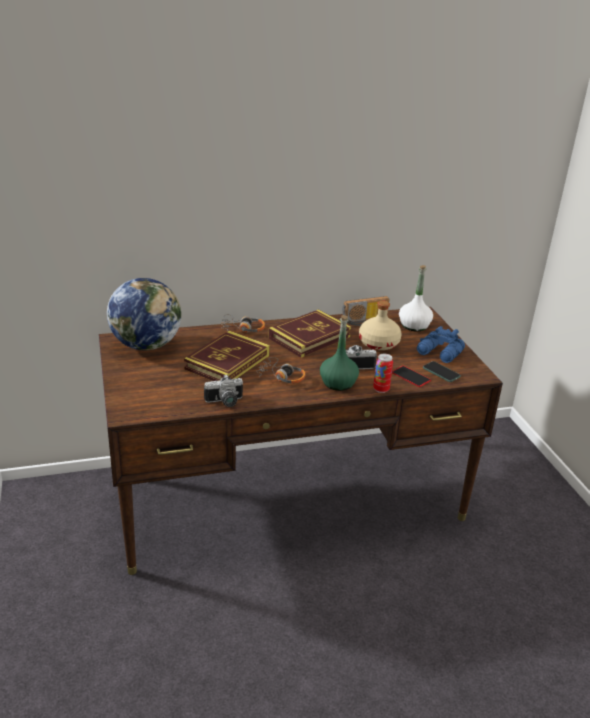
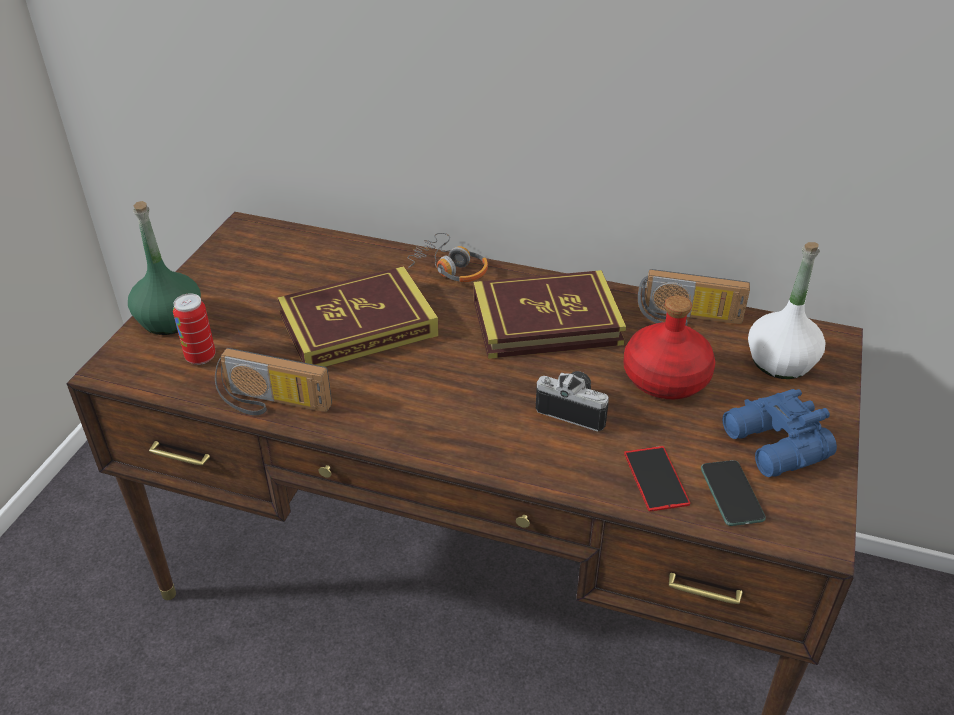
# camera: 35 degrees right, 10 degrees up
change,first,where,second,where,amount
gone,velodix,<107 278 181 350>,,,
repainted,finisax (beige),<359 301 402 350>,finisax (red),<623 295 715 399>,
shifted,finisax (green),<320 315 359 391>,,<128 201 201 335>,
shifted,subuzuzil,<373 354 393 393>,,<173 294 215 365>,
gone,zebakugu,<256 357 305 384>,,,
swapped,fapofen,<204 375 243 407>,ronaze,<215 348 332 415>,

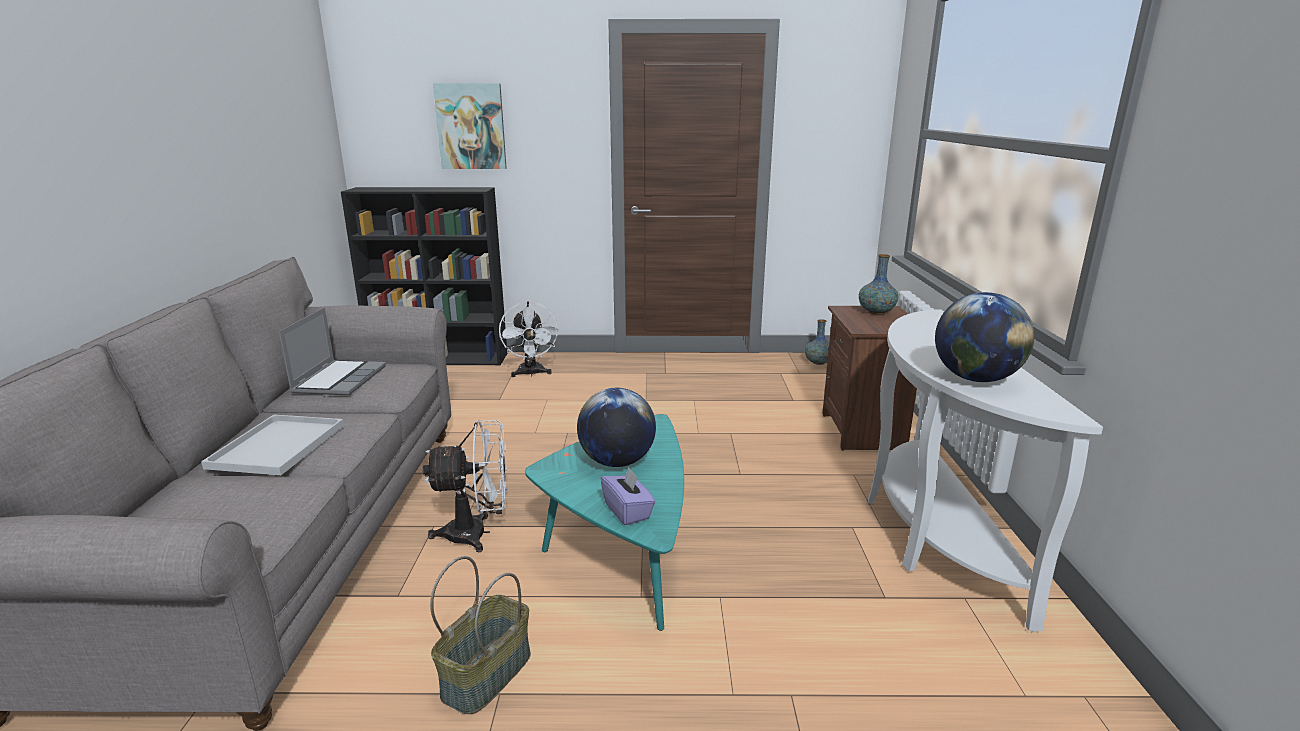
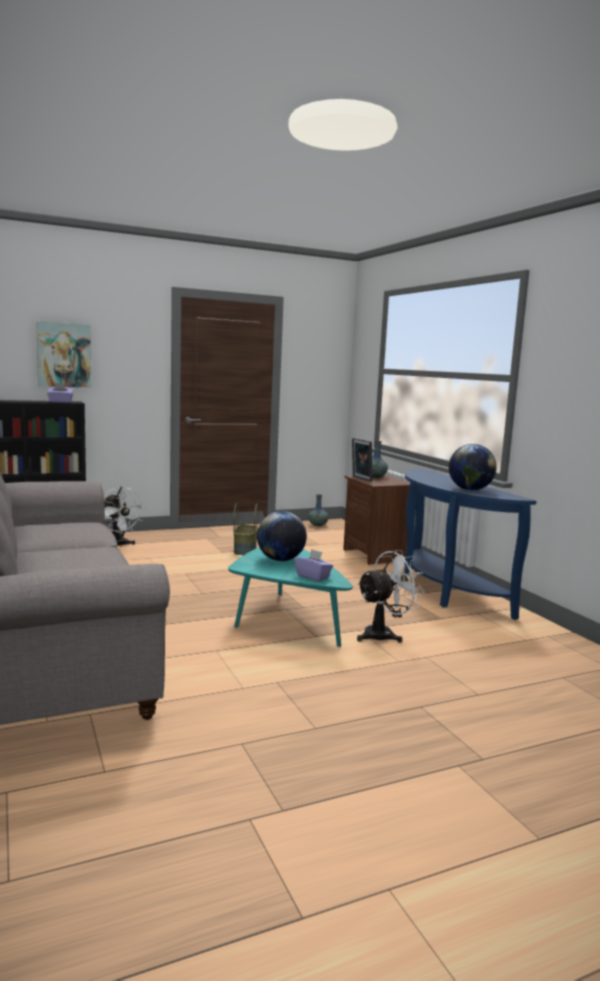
# camera: 25 degrees left, 10 degrees down
change,first,where,second,where,amount
gone,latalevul,<279 307 386 395>,,,
repainted,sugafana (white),<868 309 1103 632>,sugafana (blue),<403 468 537 620>,
gone,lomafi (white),<201 414 344 475>,,,
shifted,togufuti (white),<422 420 507 552>,,<357 550 425 643>,
shifted,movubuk,<430 556 531 714>,,<233 503 258 555>,
new,,,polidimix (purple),<47 383 74 403>,
new,,,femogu,<352 438 372 481>,

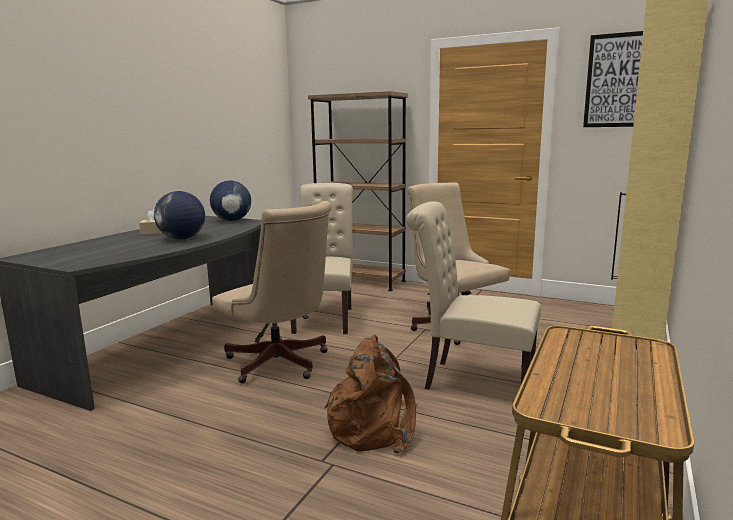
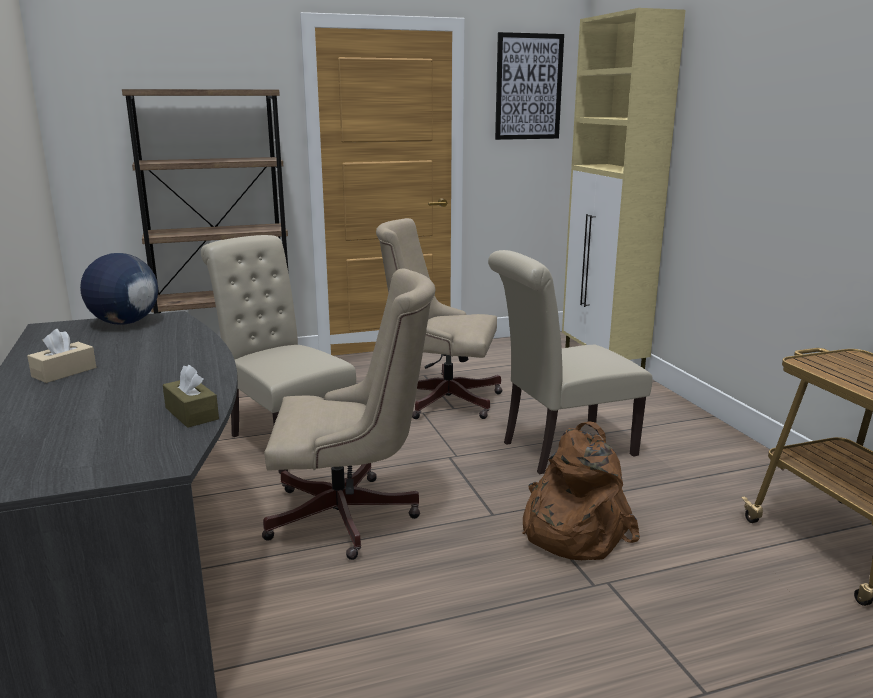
# camera: 45 degrees left, 5 degrees up
change,first,where,second,where,amount
gone,velodix,<154 191 205 240>,,,
new,,,polidimix (brown),<163 364 219 428>,

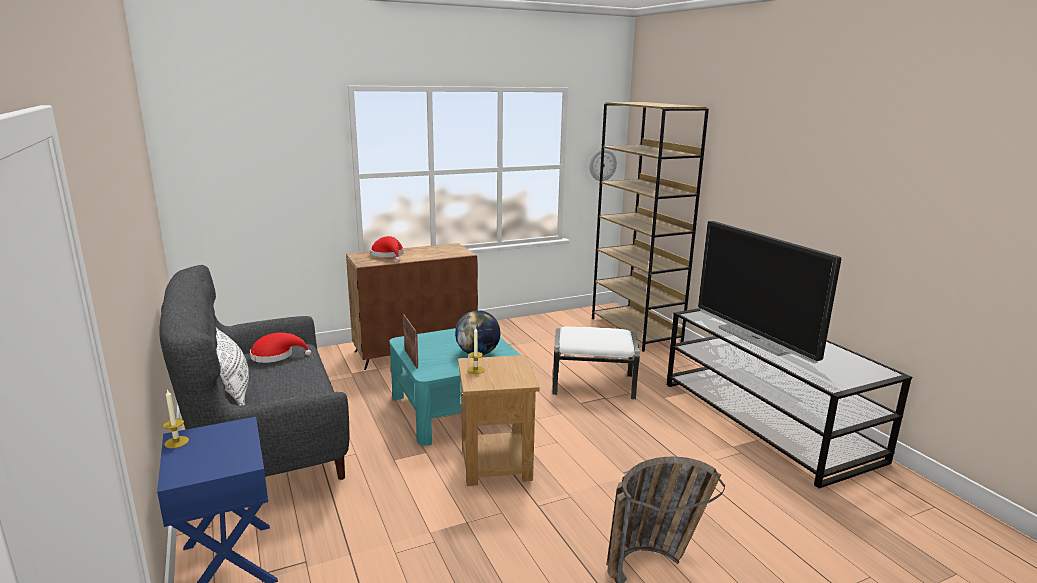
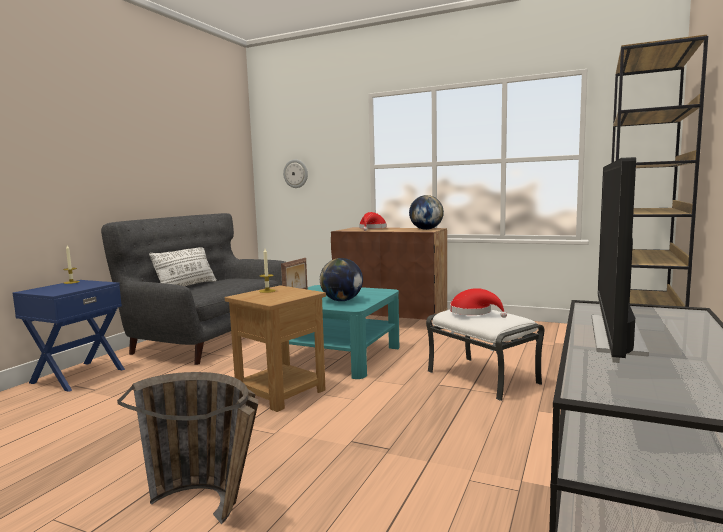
# camera: 50 degrees right, 10 degrees down
change,first,where,second,where,amount
shifted,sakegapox,<590 149 617 181>,,<283 159 308 188>,
shifted,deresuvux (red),<250 332 311 363>,,<450 288 507 318>,
new,,,velodix,<409 195 444 230>,

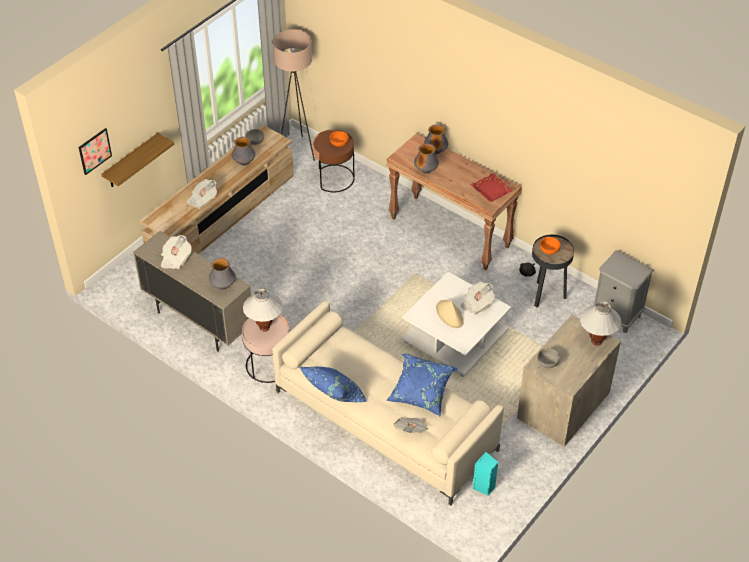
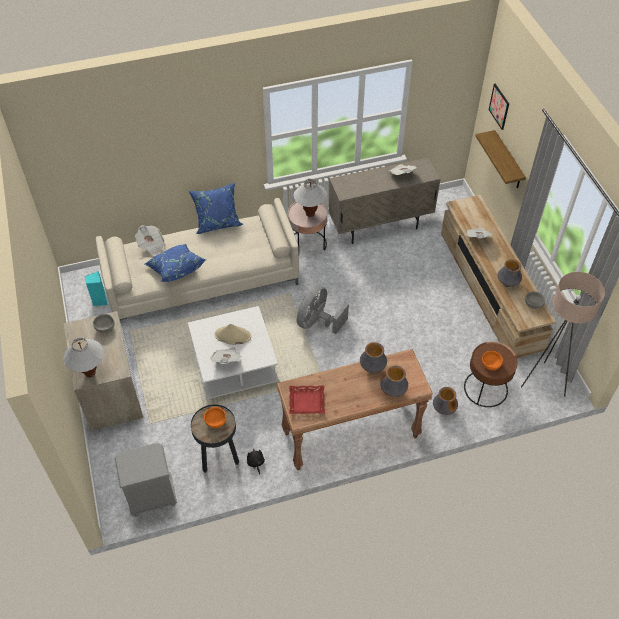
# camera: 125 degrees right, 5 degrees up
change,first,where,second,where,amount
shifted,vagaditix,<209 258 236 290>,,<433 387 458 415>,
new,,,togufuti (grey),<297 285 349 334>,

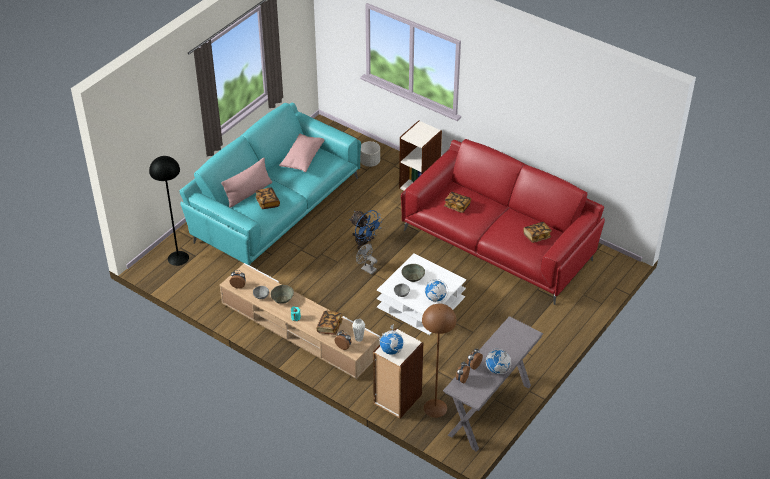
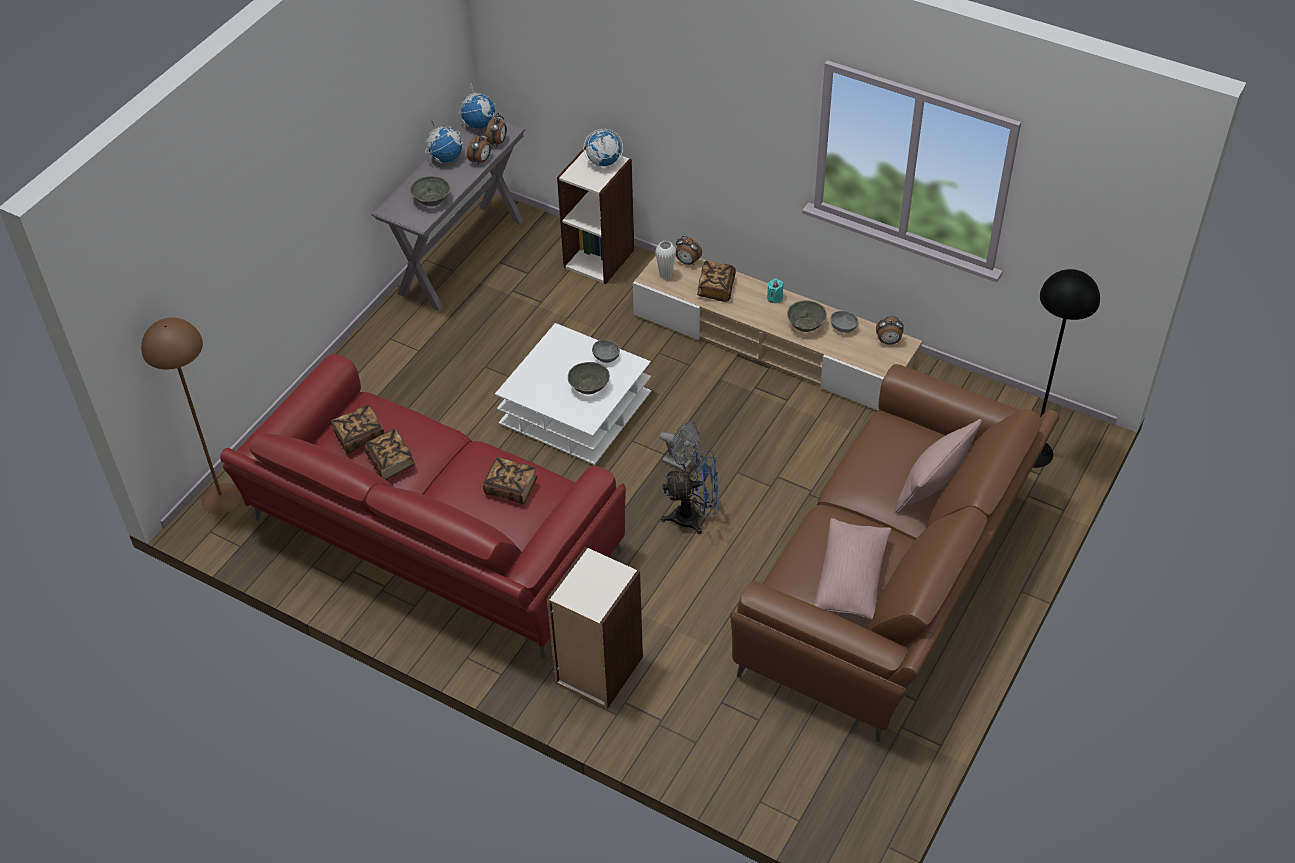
# camera: 175 degrees right, 5 degrees up
change,first,where,second,where,amount
repainted,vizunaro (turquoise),<179 102 361 265>,vizunaro (brown),<730 364 1059 742>,
gone,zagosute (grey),<360 141 380 167>,,,
shifted,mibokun,<255 187 280 209>,,<364 429 415 480>,
rotated,togufuti (blue),<349 210 383 249>,,<661 451 720 534>,135 degrees clockwise
shifted,velodix,<425 279 448 303>,,<458 83 496 129>,
shifted,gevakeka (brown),<422 304 457 418>,,<141 318 242 514>,
new,,,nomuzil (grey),<410 176 450 206>,

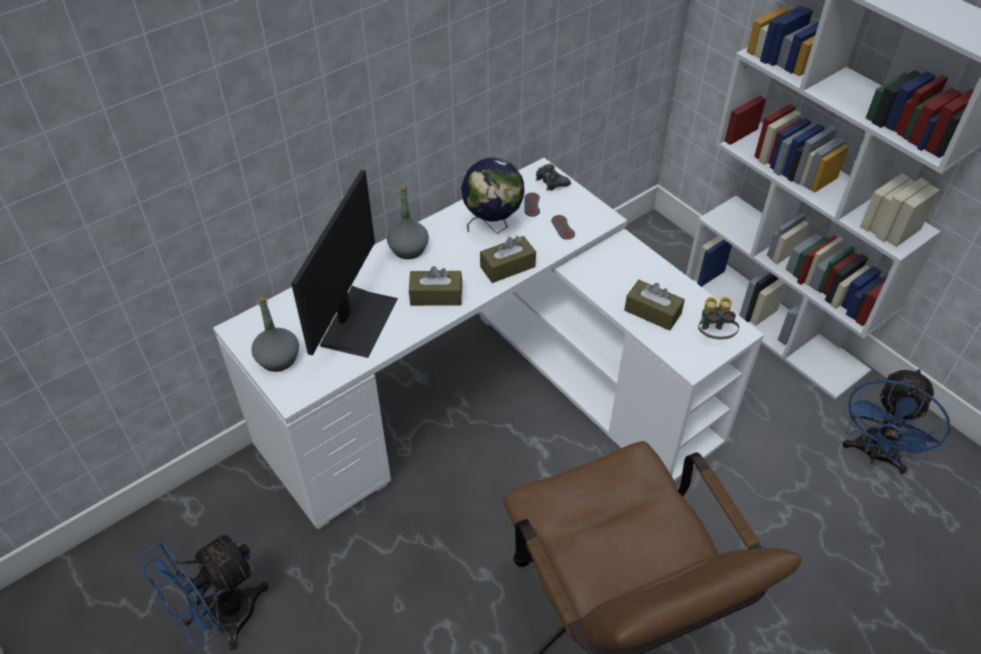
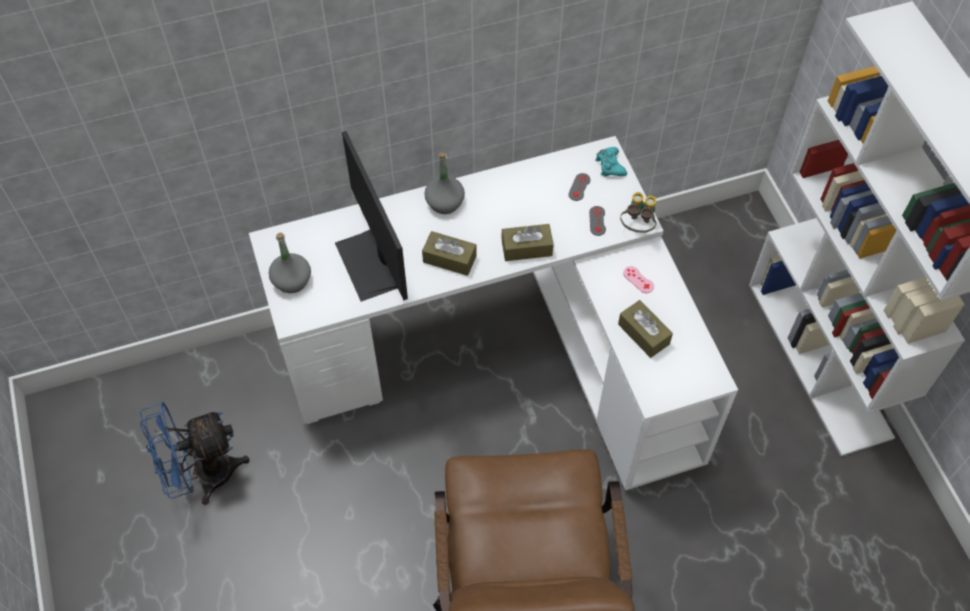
# camera: 20 degrees right, 10 degrees up
change,first,where,second,where,amount
gone,velodix,<461 158 524 234>,,,
repainted,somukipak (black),<536 164 571 191>,somukipak (turquoise),<595 147 627 176>,
rotated,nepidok,<291 170 398 358>,,<335 131 408 302>,120 degrees clockwise
shifted,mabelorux,<698 297 739 339>,,<620 192 656 233>,
gone,togufuti (blue),<842 369 951 474>,,,
new,,,somukipak (pink),<623 266 654 293>,

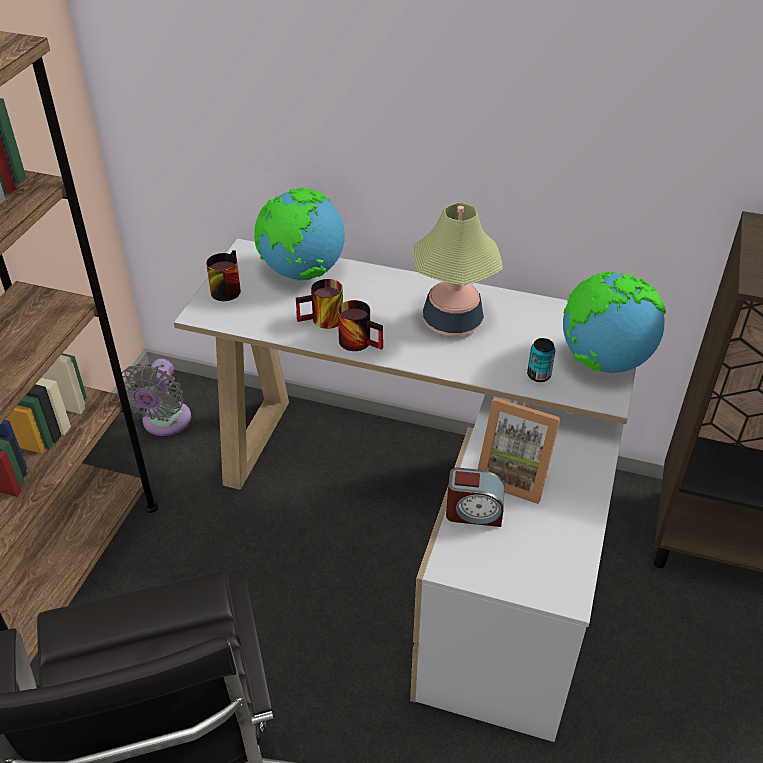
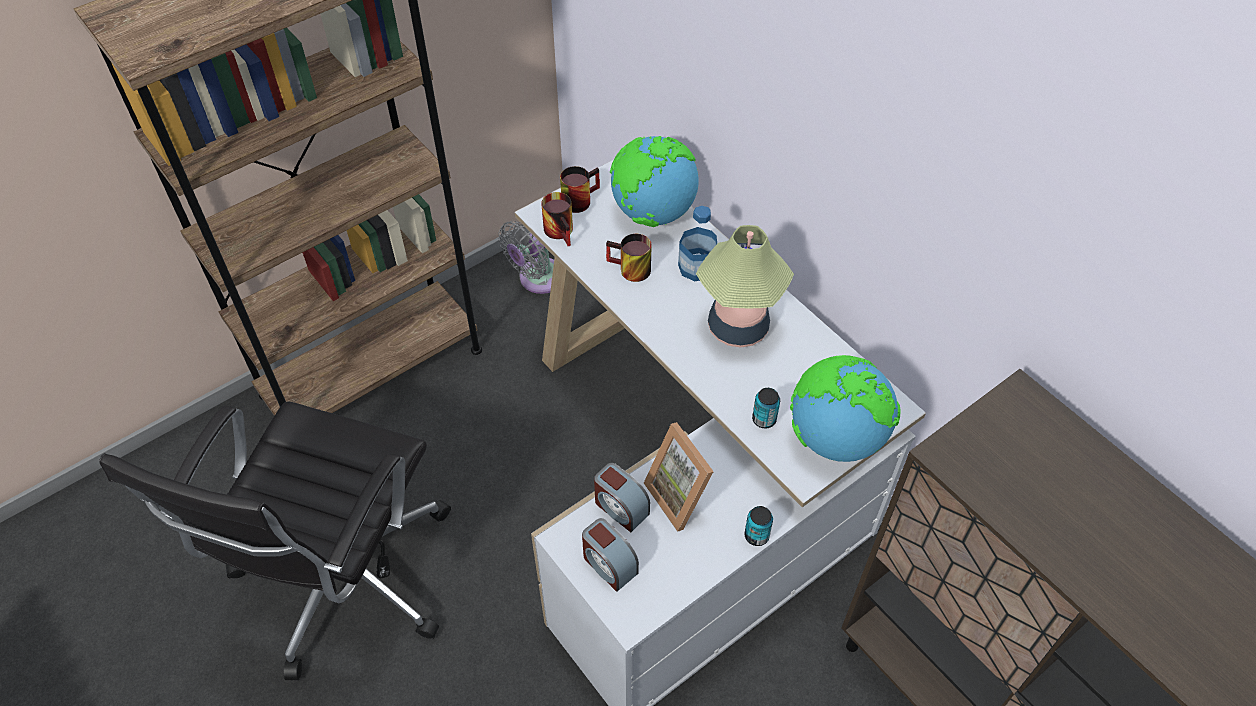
# camera: 35 degrees right, 10 degrees up
change,first,where,second,where,amount
shifted,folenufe,<338 300 383 351>,,<541 192 573 246>,
new,,,finisax,<678 206 717 281>,
new,,,subuzuzil,<744 506 773 546>,
new,,,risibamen,<582 518 639 592>,

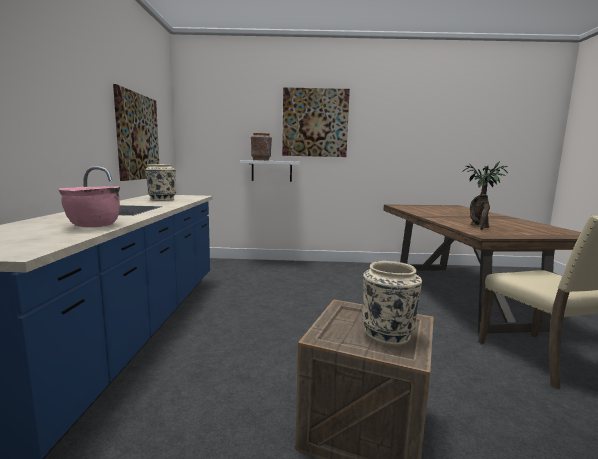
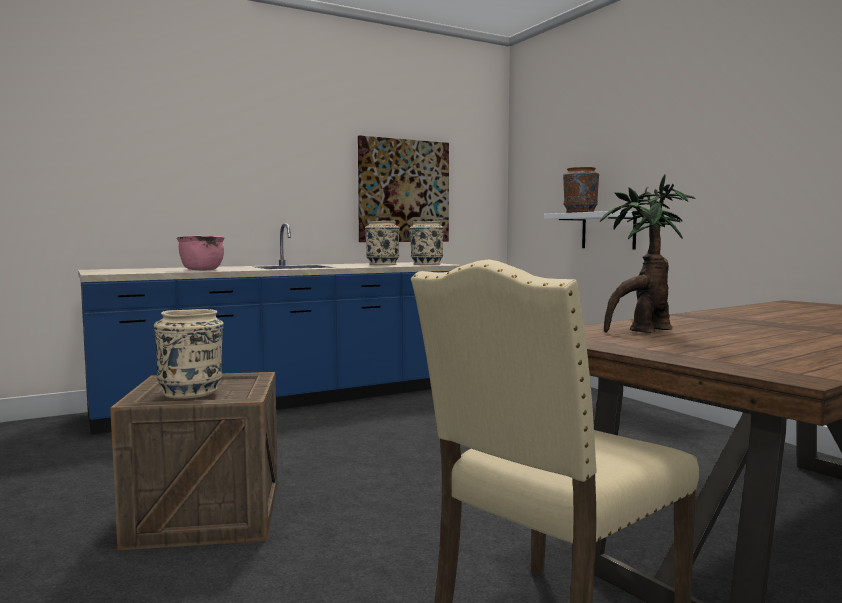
# camera: 60 degrees right, 5 degrees down
change,first,where,second,where,amount
gone,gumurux,<282 87 350 157>,,,
new,,,vagaditix (beige),<409 221 444 265>,

